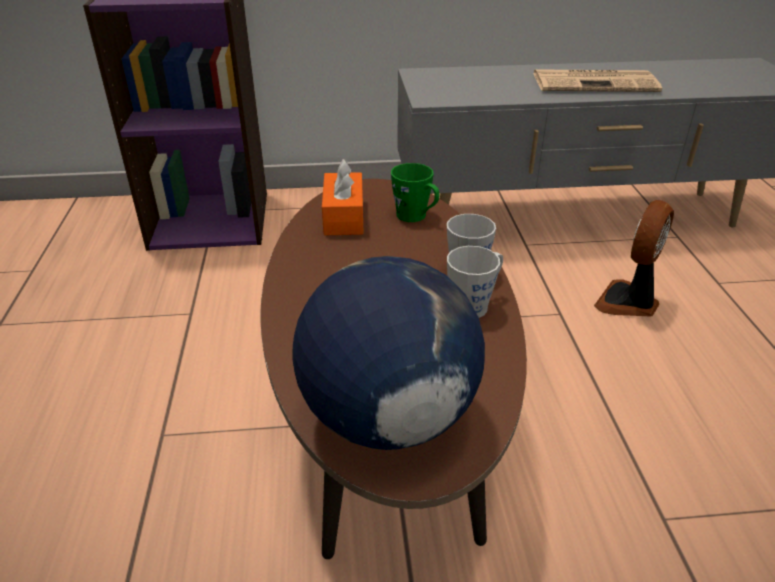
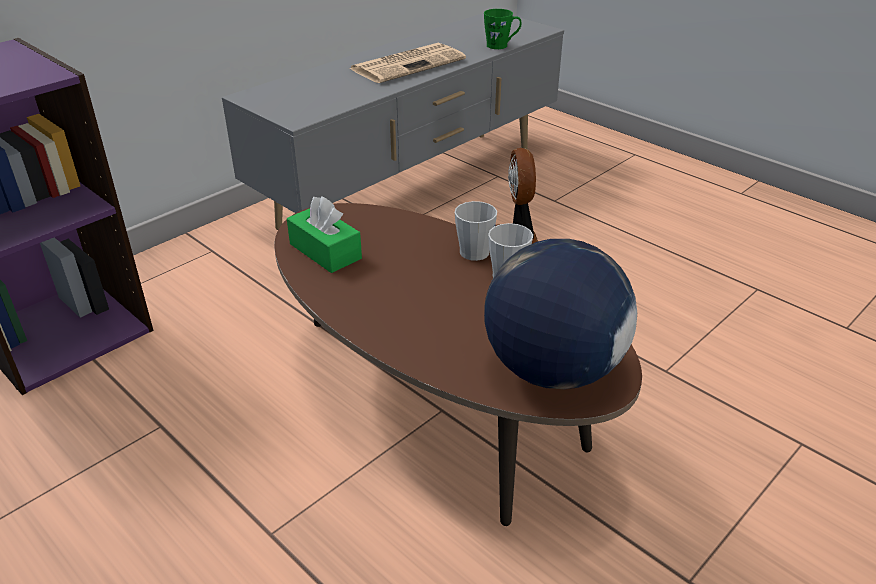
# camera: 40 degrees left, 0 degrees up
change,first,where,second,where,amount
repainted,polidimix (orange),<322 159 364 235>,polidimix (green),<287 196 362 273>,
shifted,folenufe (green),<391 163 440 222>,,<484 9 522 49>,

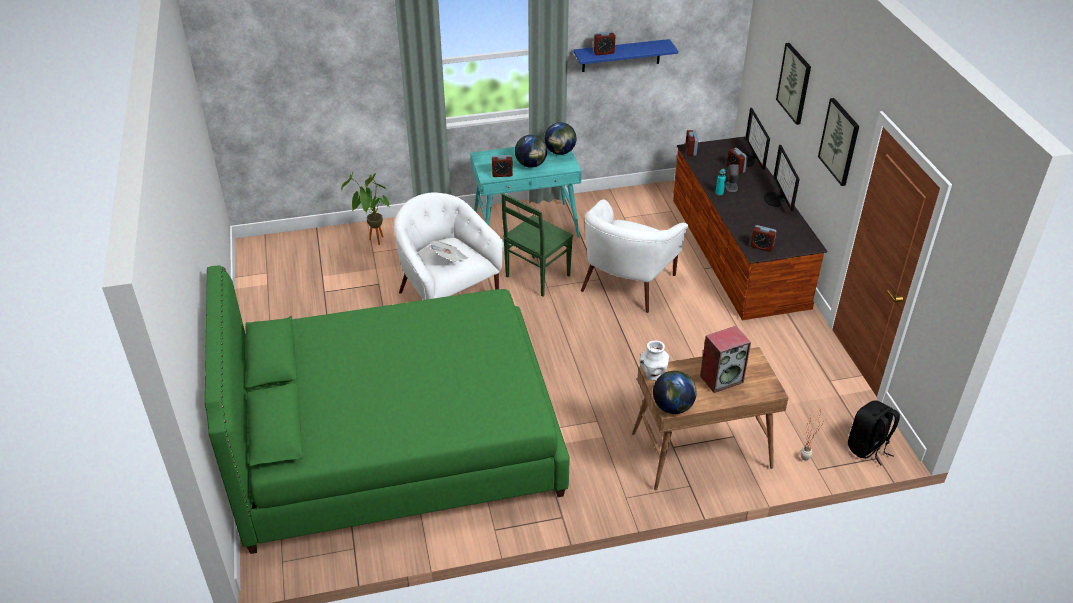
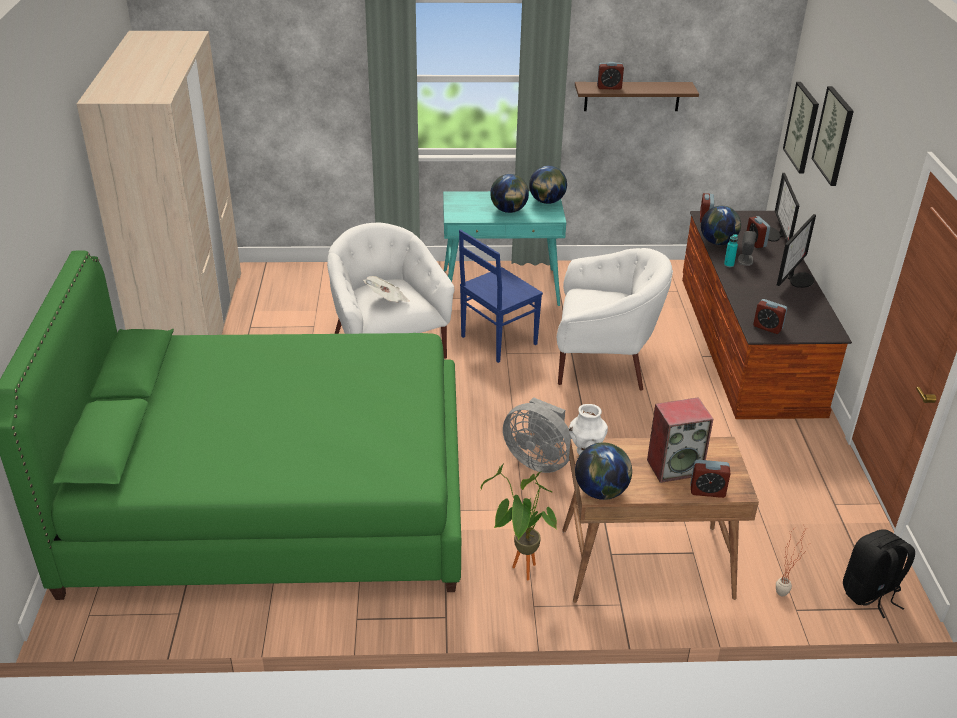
# camera: 10 degrees right, 5 degrees down
change,first,where,second,where,amount
repainted,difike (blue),<574 39 678 72>,difike (brown),<575 82 699 111>,
shifted,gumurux,<818 98 859 186>,,<783 82 819 174>,
rotated,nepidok,<764 145 800 211>,,<777 214 816 288>,150 degrees counterclockwise
shifted,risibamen,<492 155 513 177>,,<690 460 731 498>,
shifted,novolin,<341 173 389 245>,,<481 463 557 580>,
repainted,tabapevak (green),<502 193 573 297>,tabapevak (blue),<459 230 543 363>,
rotated,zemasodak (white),<581 199 688 313>,,<557 248 673 391>,120 degrees counterclockwise
new,,,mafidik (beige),<77 31 241 335>,
new,,,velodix,<701 206 741 245>,
new,,,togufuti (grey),<503 397 572 473>,

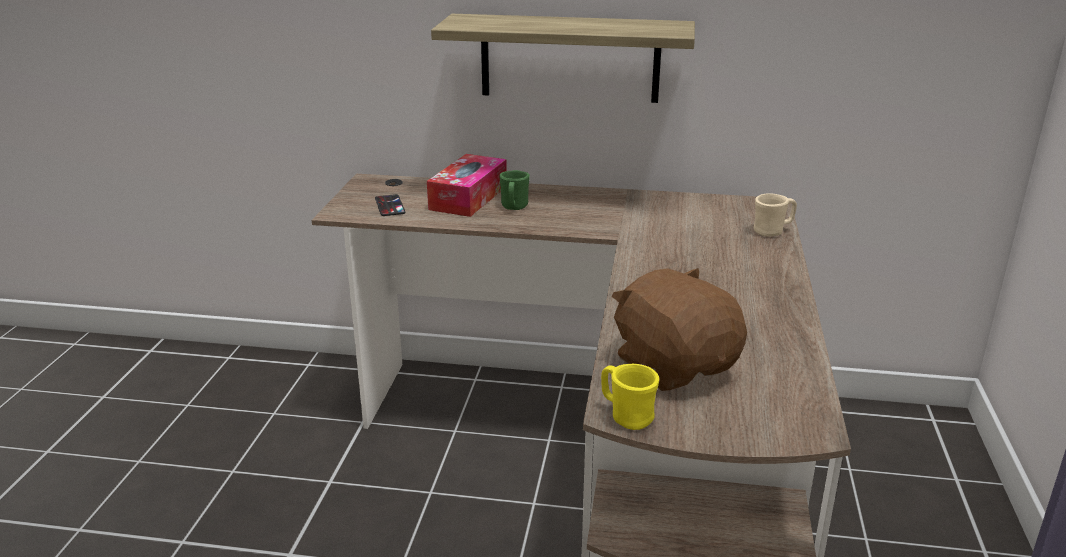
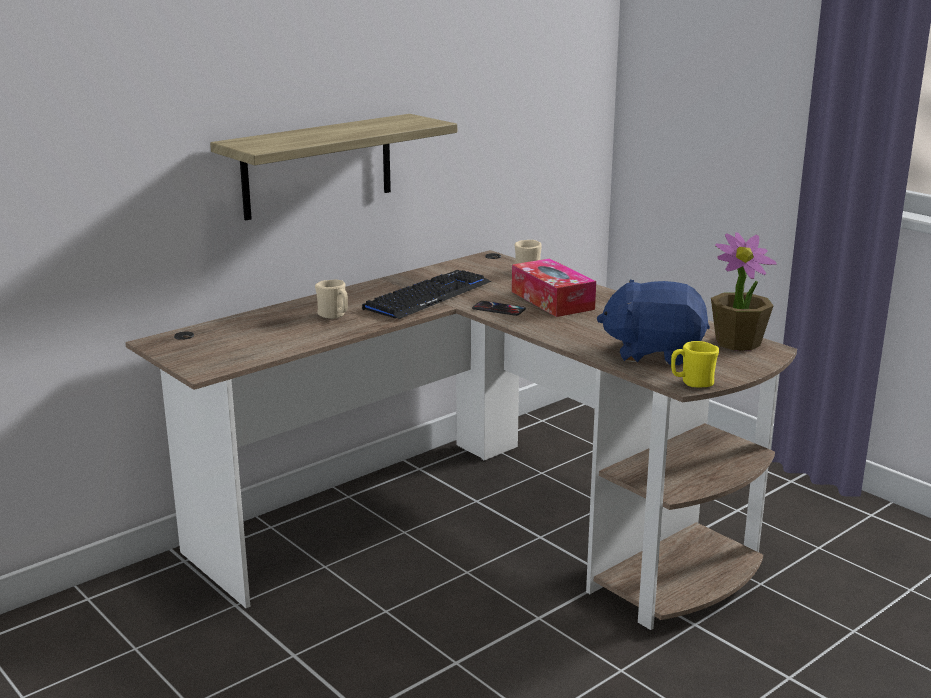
# camera: 50 degrees left, 5 degrees down
change,first,where,second,where,amount
shifted,polidimix,<427 154 507 217>,,<512 258 596 317>,
repainted,folenufe (green),<499 170 530 210>,folenufe (beige),<315 280 348 319>,
shifted,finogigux,<375 194 406 216>,,<472 301 526 316>,
repainted,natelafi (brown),<612 268 747 391>,natelafi (blue),<597 280 710 365>,
new,,,novolin,<711 232 776 350>,
new,,,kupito,<362 270 491 319>,

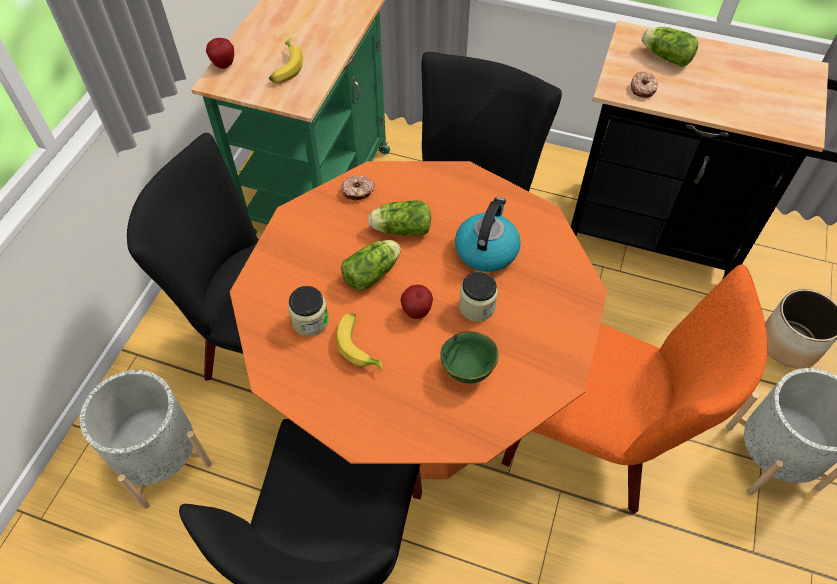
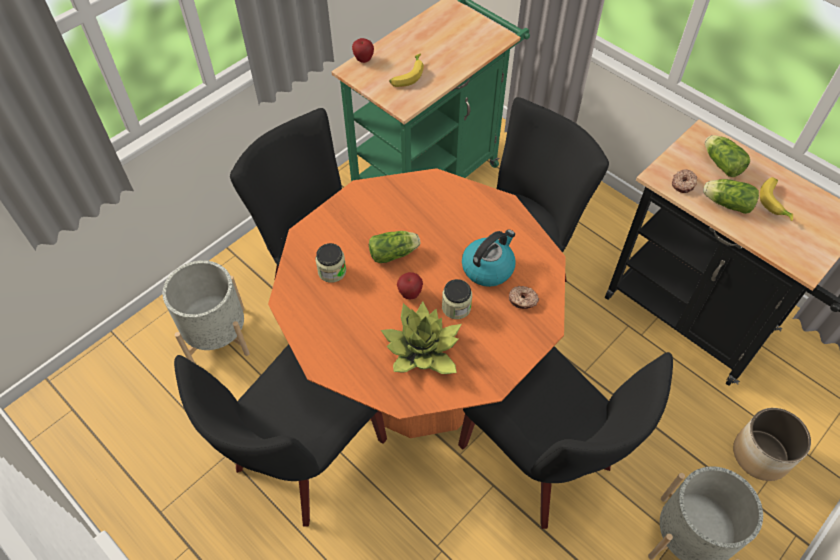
# camera: 25 degrees right, 0 degrees up
change,first,where,second,where,amount
shifted,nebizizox,<341 176 375 201>,,<509 286 539 309>,
shifted,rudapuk,<368 200 431 236>,,<703 179 759 214>,
repainted,tabapevak (orange),<501 264 768 514>,tabapevak (black),<458 346 673 529>,
shifted,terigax,<336 313 382 371>,,<760 177 793 221>,
swapped,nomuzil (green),<440 331 499 383>,novolin,<381 301 462 374>,

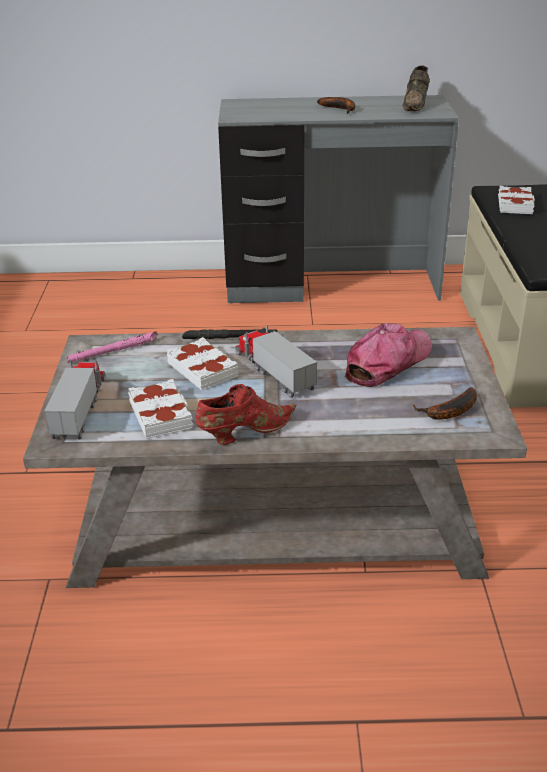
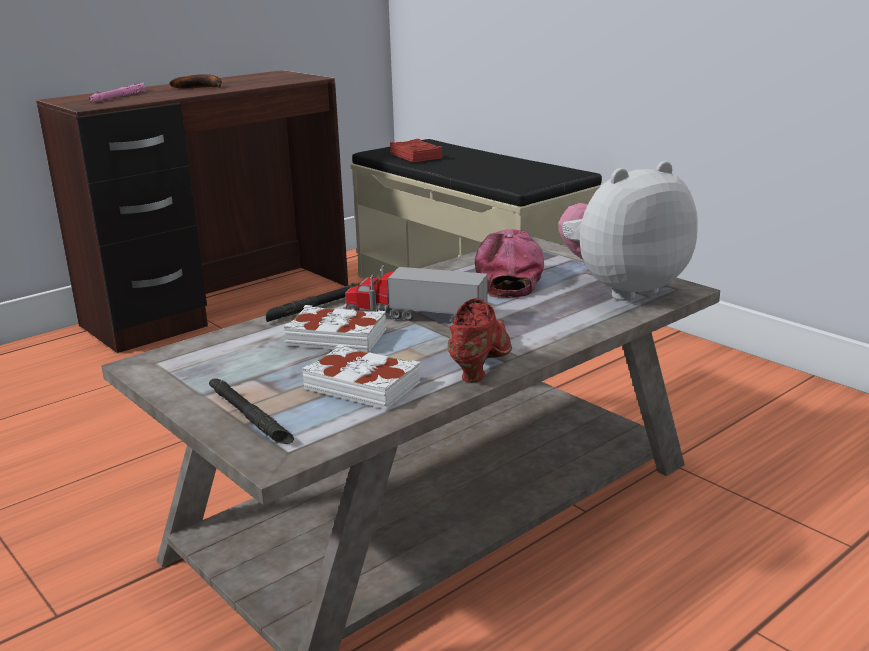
# camera: 40 degrees left, 10 degrees down
change,first,where,second,where,amount
gone,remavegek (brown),<402 66 430 111>,,,
repainted,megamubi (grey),<218 95 459 303>,megamubi (brown),<36 70 348 353>,
repainted,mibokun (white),<498 186 535 214>,mibokun (red),<390 139 443 162>,
shifted,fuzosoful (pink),<67 331 157 363>,,<89 83 145 102>,
swapped,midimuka,<45 360 106 440>,fuzosoful (black),<209 378 294 444>,
swapped,terigax,<413 387 477 420>,natelafi,<558 161 698 301>,

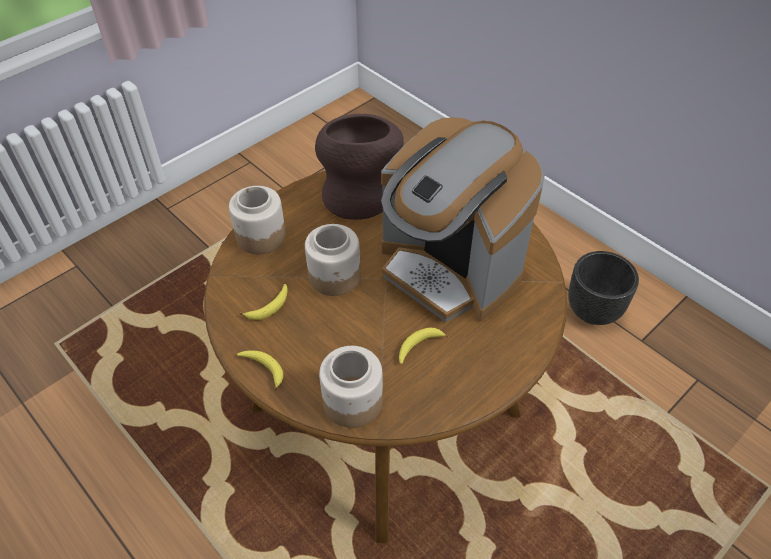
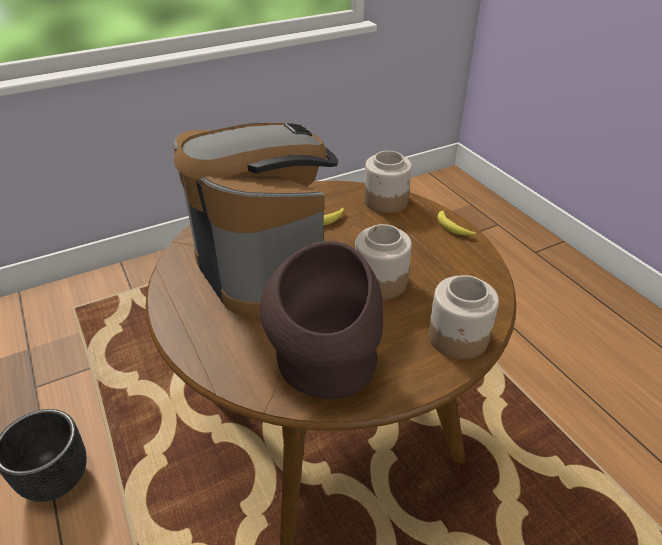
# camera: 165 degrees left, 10 degrees down
change,first,where,second,where,amount
gone,terigax,<240 284 288 320>,,,

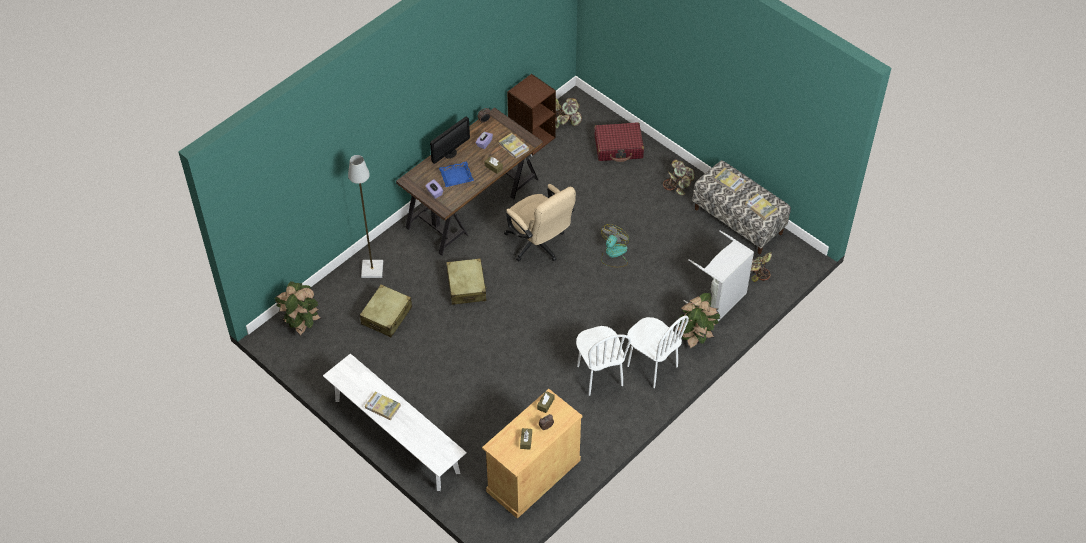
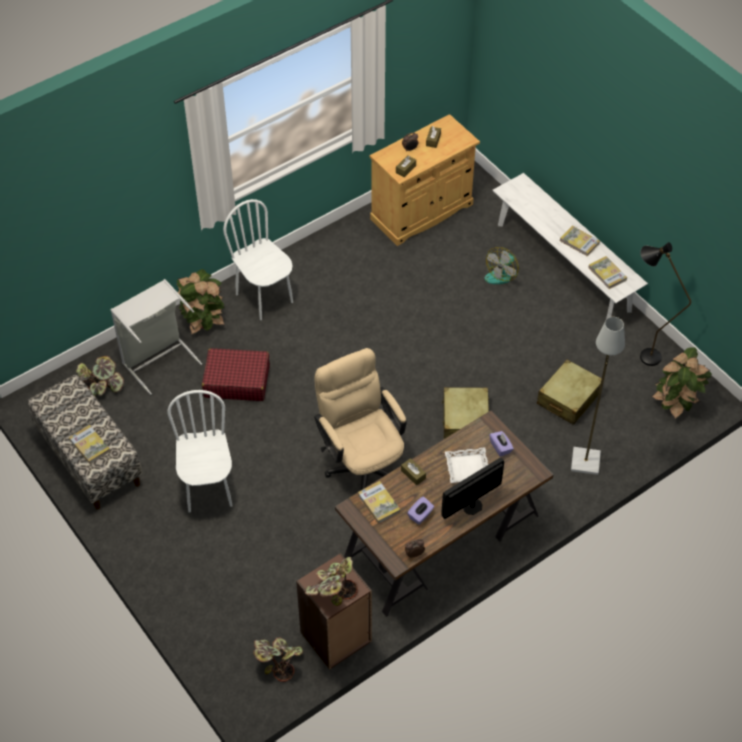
# camera: 170 degrees left, 0 degrees up
change,first,where,second,where,amount
shifted,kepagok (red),<594 122 644 162>,,<202 348 270 401>,
shifted,novolin,<663 159 695 195>,,<305 557 358 606>,
repainted,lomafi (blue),<439 161 474 187>,lomafi (white),<445 447 488 483>,
shifted,mibokun,<745 193 778 220>,,<588 256 627 289>,
shifted,togufuti,<601 224 629 267>,,<484 247 519 284>,
shifted,tabapevak (white),<576 326 631 396>,,<167 390 233 513>,
new,,,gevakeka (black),<640 242 691 366>,

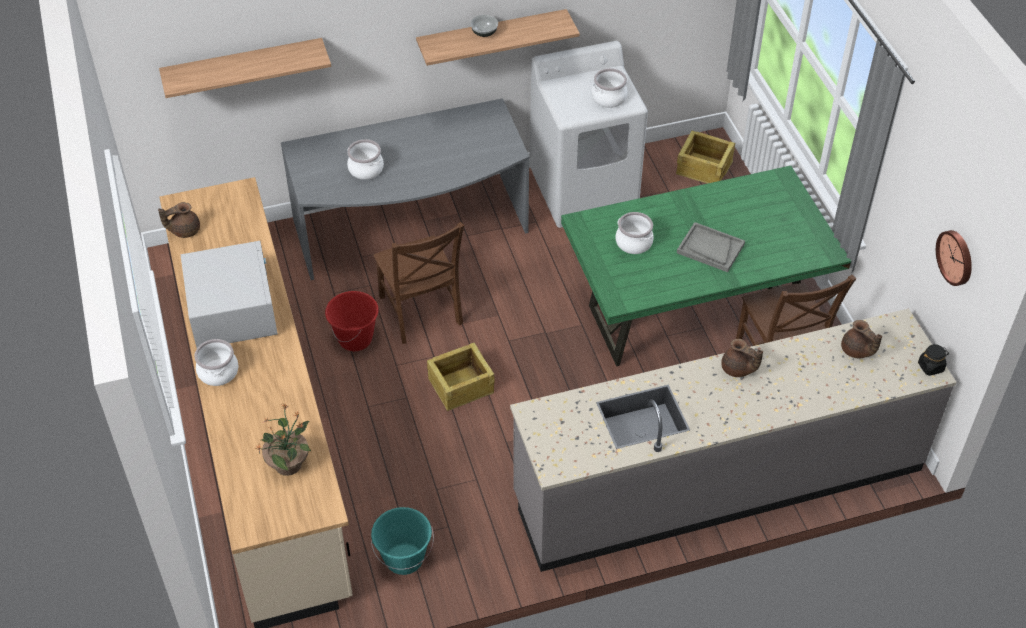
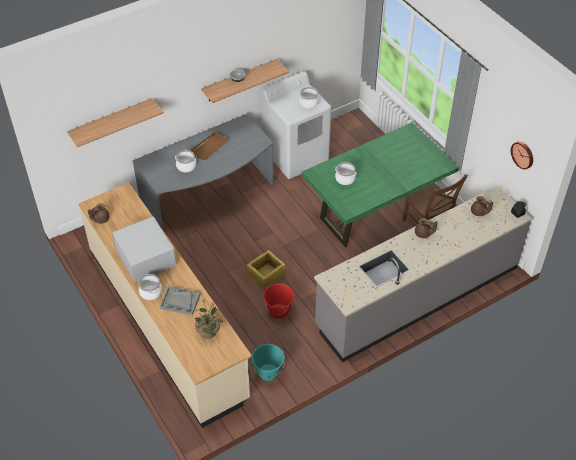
# camera: 15 degrees left, 0 degrees up
change,first,where,second,where,amount
gone,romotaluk,<676 130 735 184>,,,
gone,tabapevak (brown),<373 222 464 344>,,,
shifted,lomafi (grey),<677 222 745 272>,,<160 286 201 315>,
shifted,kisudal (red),<325 291 379 351>,,<263 283 294 319>,
new,,,lomafi (brown),<190 132 229 160>,

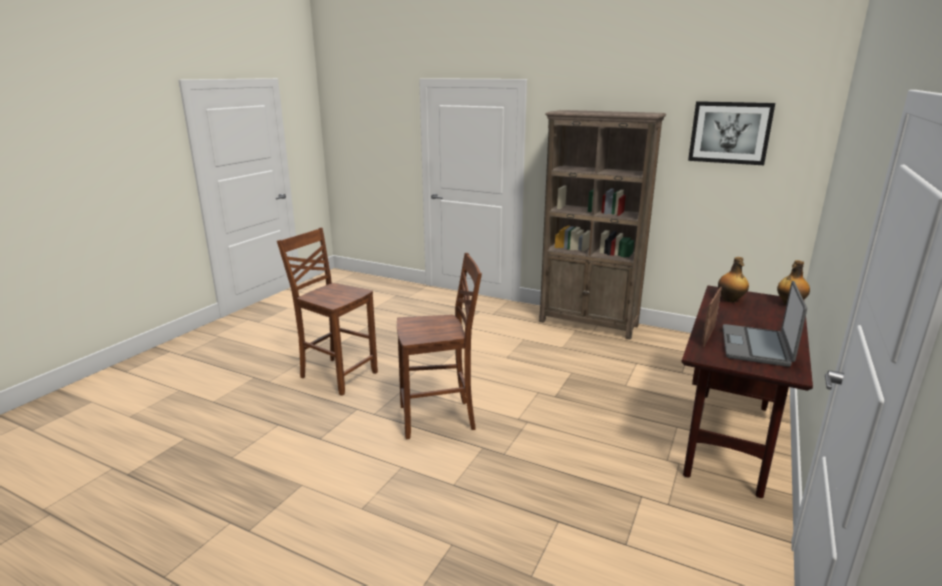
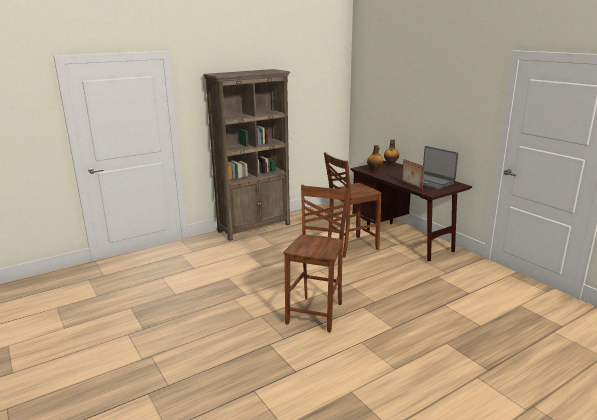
# camera: 60 degrees left, 0 degrees up
change,first,where,second,where,amount
gone,gumurux,<688 101 775 165>,,,
shifted,tabapevak (brown),<277 228 378 396>,,<324 152 382 258>,

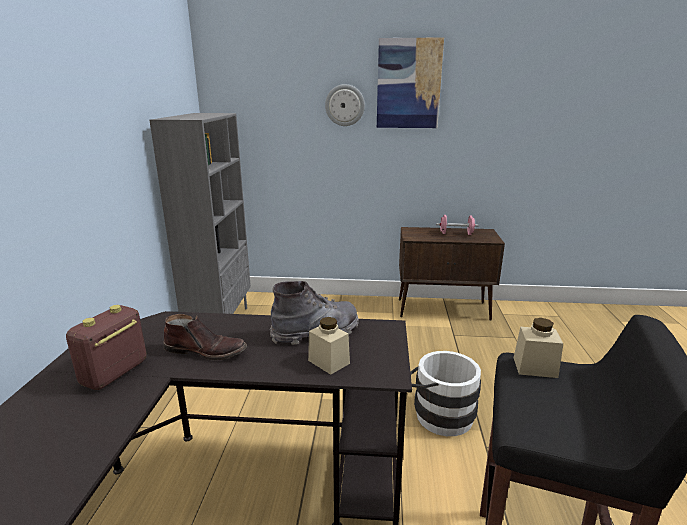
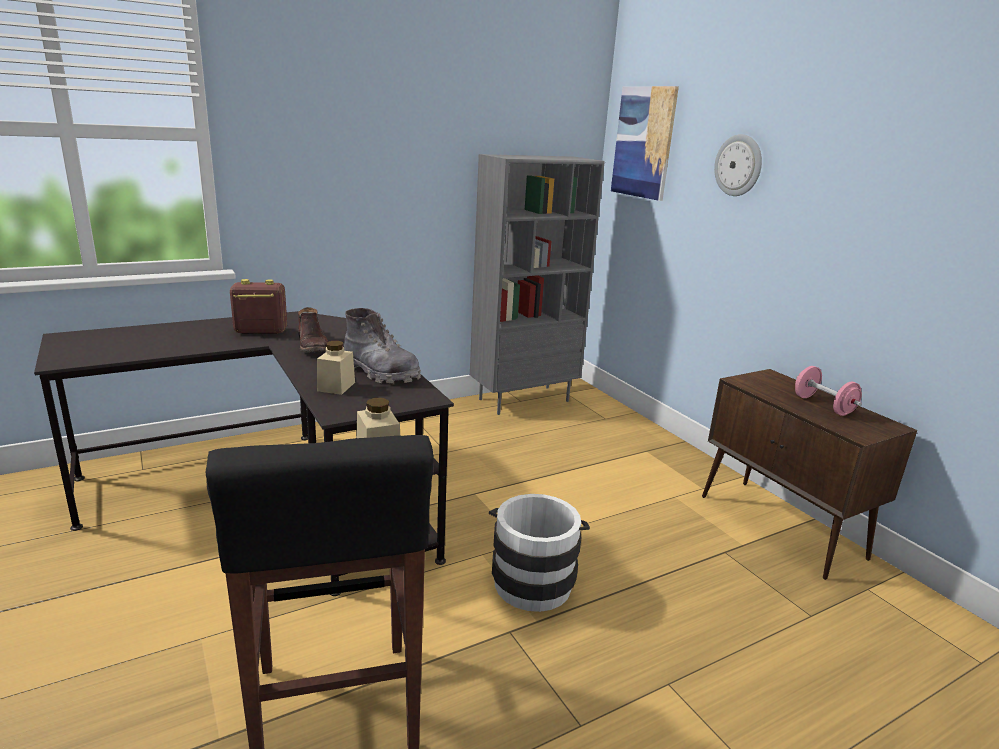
# camera: 55 degrees right, 0 degrees up
change,first,where,second,where,amount
shifted,gumurux,<377 37 444 128>,,<611 86 679 201>,

